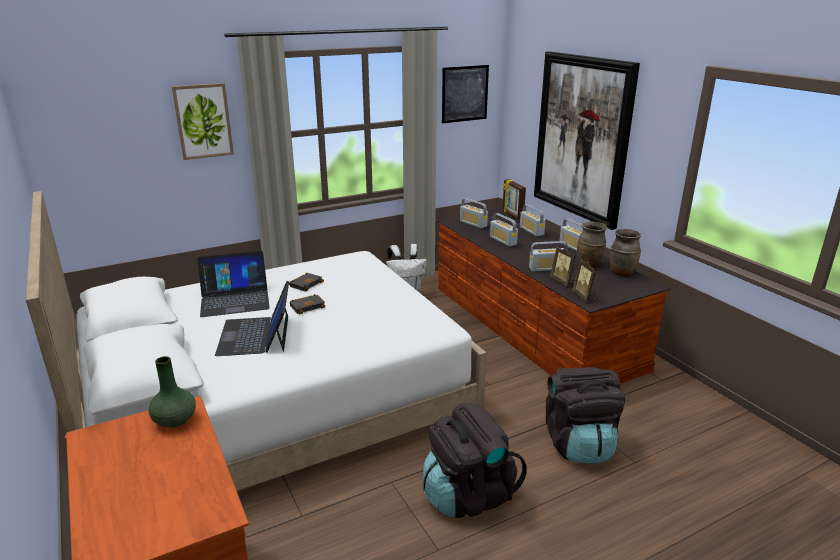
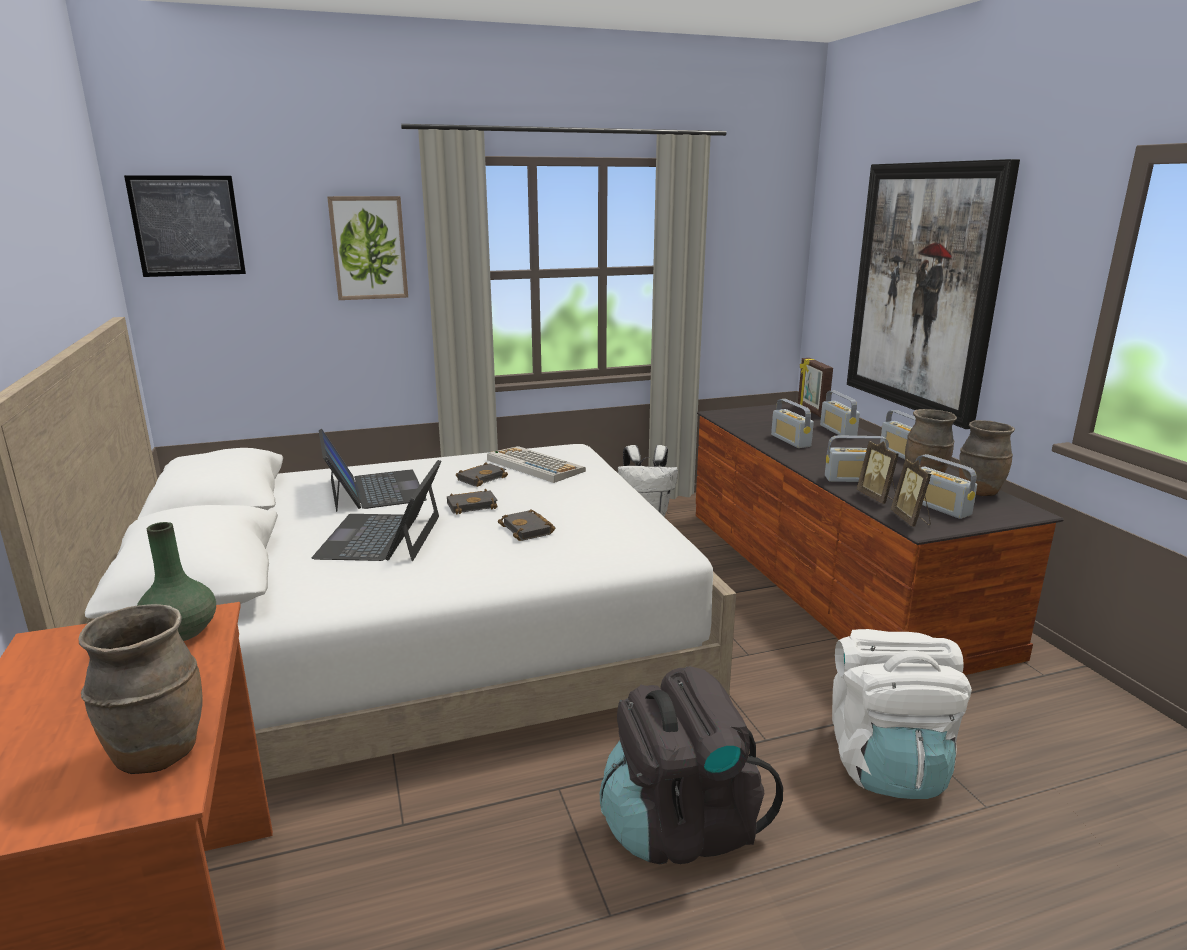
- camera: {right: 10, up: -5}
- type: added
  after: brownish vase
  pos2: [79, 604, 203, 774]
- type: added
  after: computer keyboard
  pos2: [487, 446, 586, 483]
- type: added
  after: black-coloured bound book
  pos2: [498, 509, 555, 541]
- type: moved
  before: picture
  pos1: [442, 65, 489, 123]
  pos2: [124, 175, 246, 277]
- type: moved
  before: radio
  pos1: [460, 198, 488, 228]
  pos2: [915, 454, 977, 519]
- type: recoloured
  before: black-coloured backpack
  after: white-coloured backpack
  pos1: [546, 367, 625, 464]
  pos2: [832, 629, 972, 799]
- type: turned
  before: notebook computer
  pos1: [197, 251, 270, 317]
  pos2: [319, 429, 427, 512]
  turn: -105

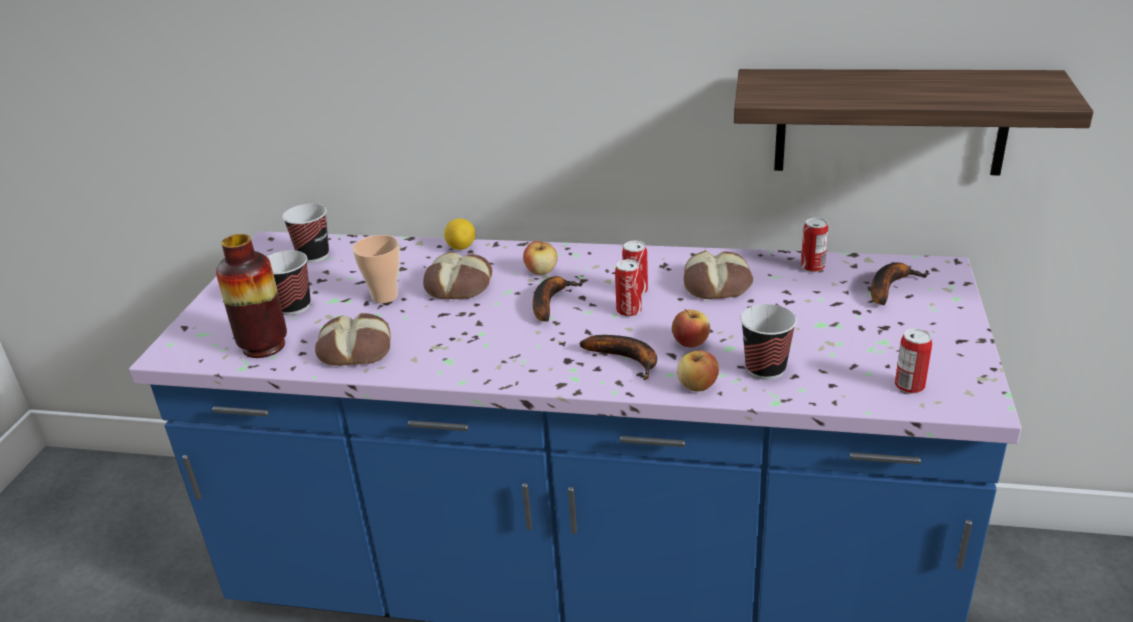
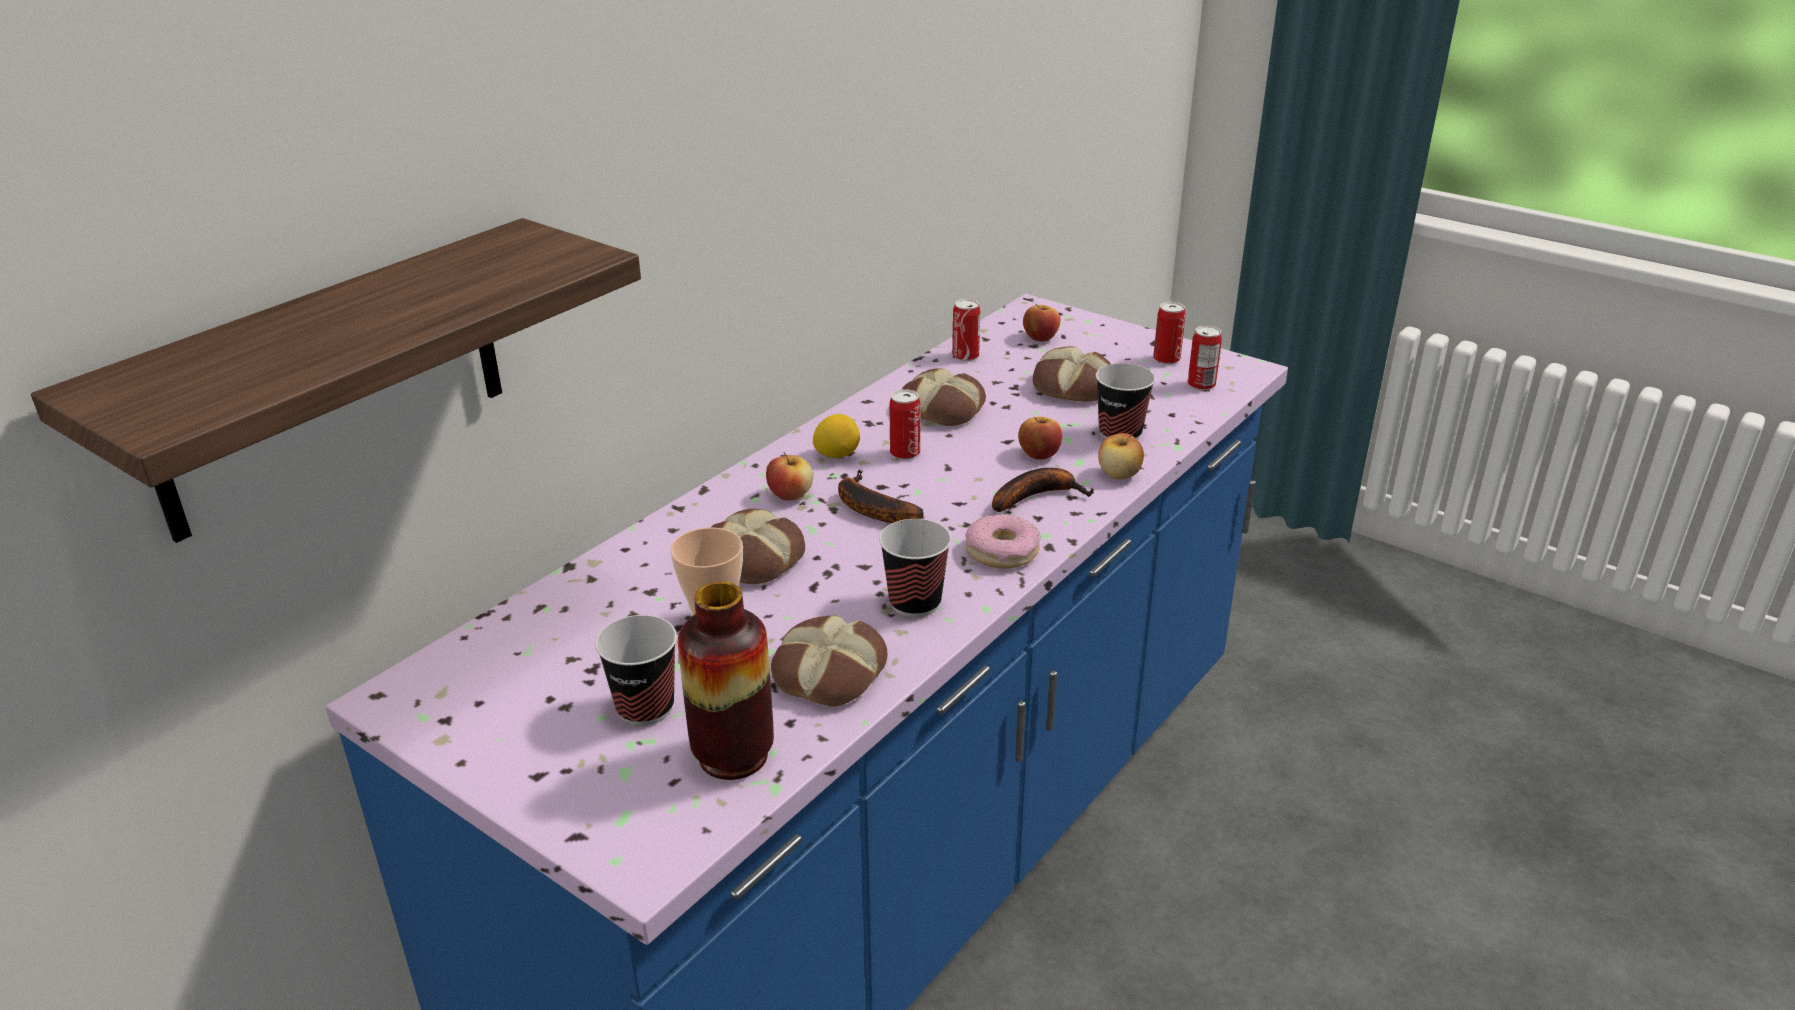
- camera: {right: -65, up: 0}
- type: added
  after: ring doughnut
  pos2: [965, 514, 1041, 568]
- type: added
  after: bread
  pos2: [1033, 346, 1111, 402]
- type: moved
  before: cup
  pos1: [282, 204, 329, 263]
  pos2: [879, 519, 951, 618]
- type: moved
  before: whole lemon
  pos1: [444, 218, 475, 250]
  pos2: [813, 414, 860, 458]
- type: moved
  before: sealed can
  pos1: [615, 259, 642, 317]
  pos2: [1153, 302, 1186, 365]
- type: moved
  before: wall shelf
  pos1: [734, 69, 1094, 175]
  pos2: [31, 218, 641, 543]
- type: replaced
  before: banana
  after: apple
  pos1: [871, 263, 930, 305]
  pos2: [1023, 304, 1061, 342]

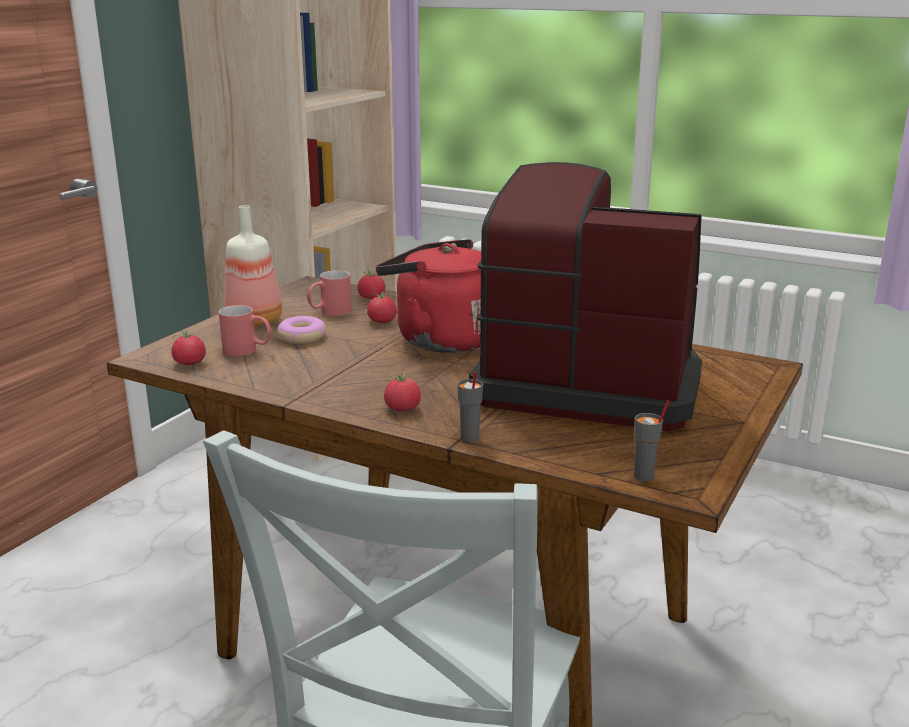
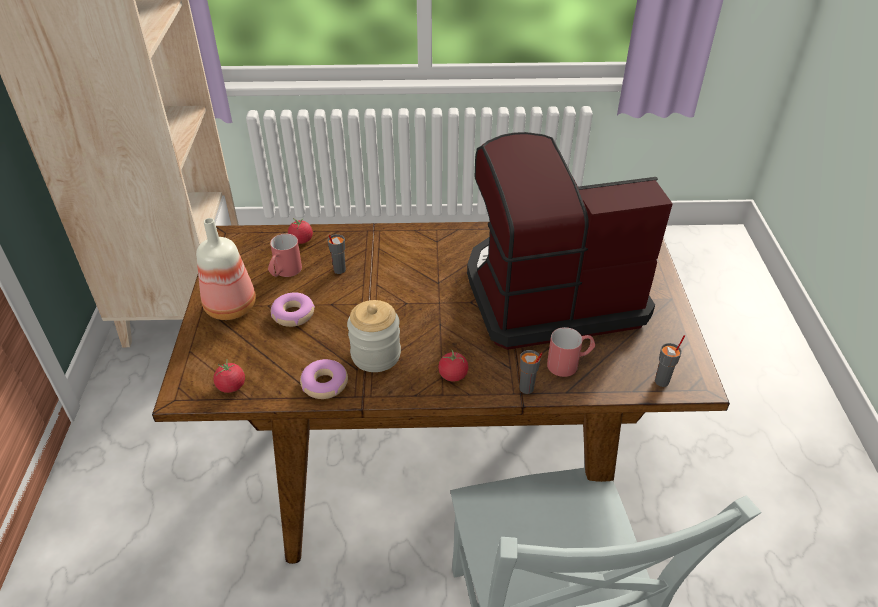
- camera: {right: -30, up: 20}
- type: removed
  before: reddish water kettle
  pos1: [376, 239, 481, 353]
- type: added
  after: ring doughnut
  pos2: [300, 359, 348, 399]
- type: added
  after: preserve jar
  pos2: [347, 300, 401, 372]
- type: moved
  before: reddish coffee mug
  pos1: [219, 305, 272, 357]
  pos2: [547, 327, 595, 377]
- type: replaced
  before: fresh tomato
  after: grey cup
  pos1: [367, 290, 397, 323]
  pos2: [328, 234, 346, 274]

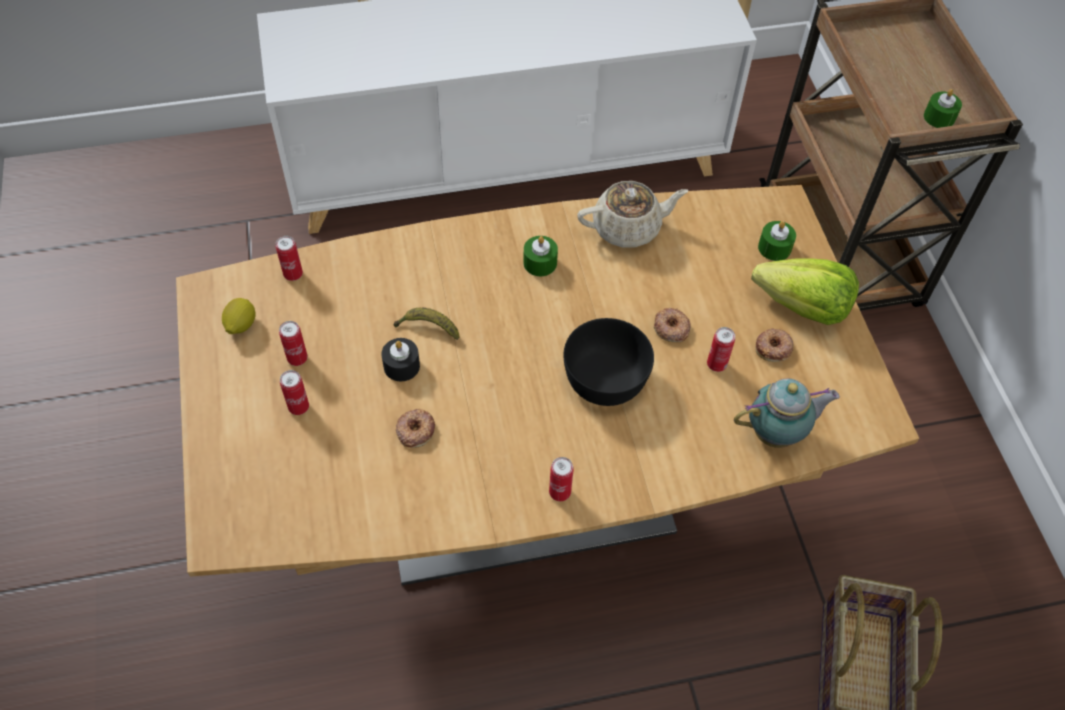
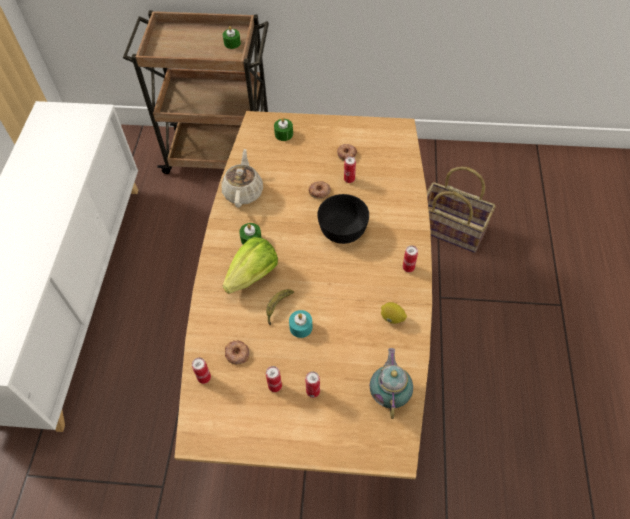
- camera: {right: -70, up: 0}
- type: moved
  before: whole lemon
  pos1: [222, 298, 256, 334]
  pos2: [381, 302, 407, 324]
- type: moved
  before: ring doughnut
  pos1: [396, 409, 435, 448]
  pos2: [225, 340, 250, 364]
- type: moved
  before: teapot
  pos1: [734, 379, 840, 448]
  pos2: [370, 348, 413, 419]
- type: moved
  before: lettuce head
  pos1: [751, 258, 859, 325]
  pos2: [222, 237, 278, 294]
- type: recoloured
  before: black-coloured wax candle
  after: turquoise wax candle
  pos1: [382, 338, 420, 382]
  pos2: [289, 310, 313, 338]

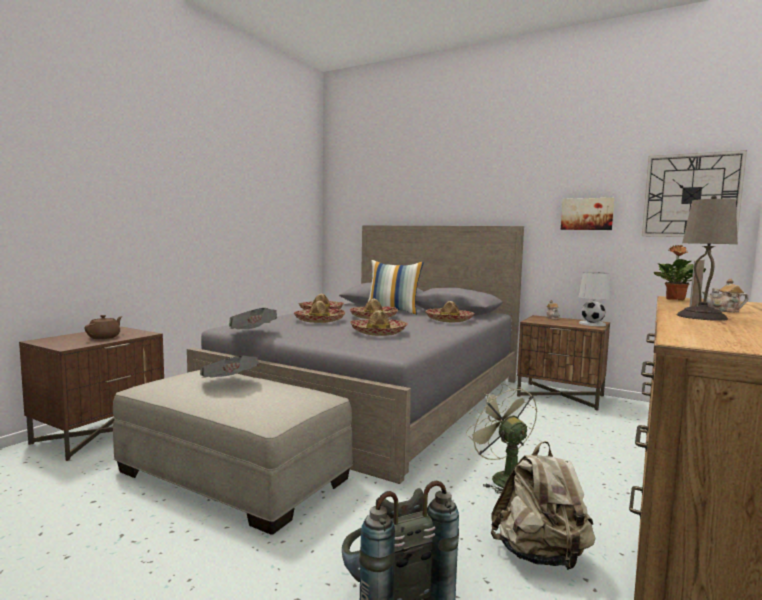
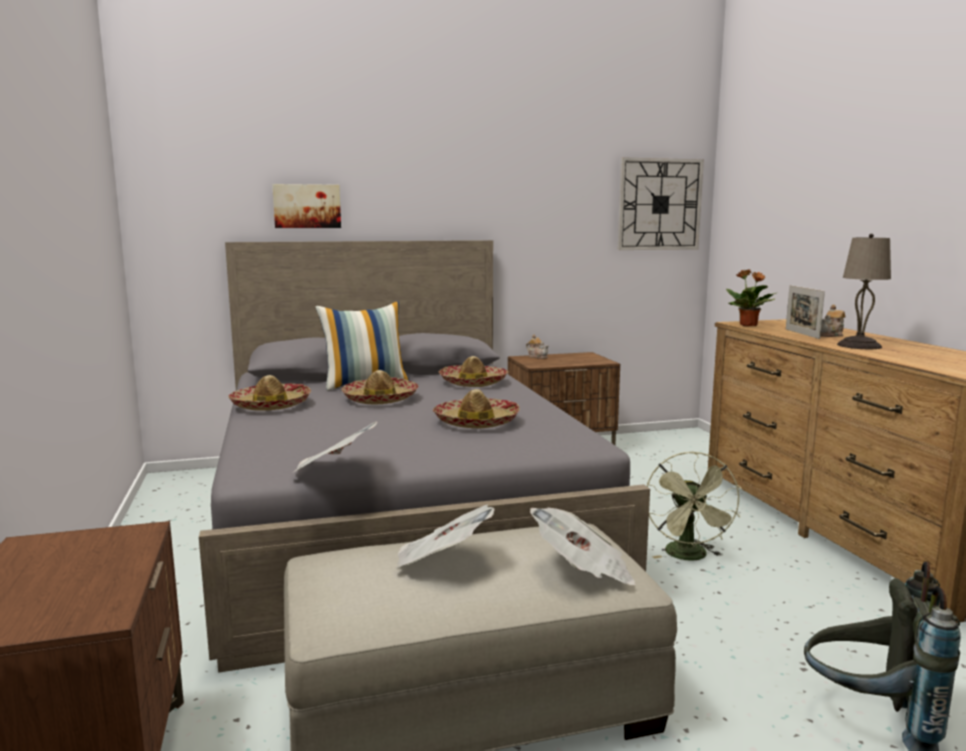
- camera: {right: -45, up: 5}
- type: removed
  before: brownish teapot
  pos1: [84, 315, 123, 339]
- type: removed
  before: clothing hat
  pos1: [294, 301, 345, 323]
- type: removed
  before: sand-coloured backpack
  pos1: [491, 441, 596, 570]
- type: removed
  before: white-coloured table lamp
  pos1: [579, 272, 611, 326]
- type: added
  after: printed paper
  pos2: [530, 508, 636, 585]
- type: moved
  before: picture
  pos1: [561, 198, 614, 230]
  pos2: [272, 184, 341, 228]
- type: turned
  before: green-coloured cooling fan
  pos1: [466, 384, 537, 494]
  pos2: [647, 452, 742, 561]
  turn: -105

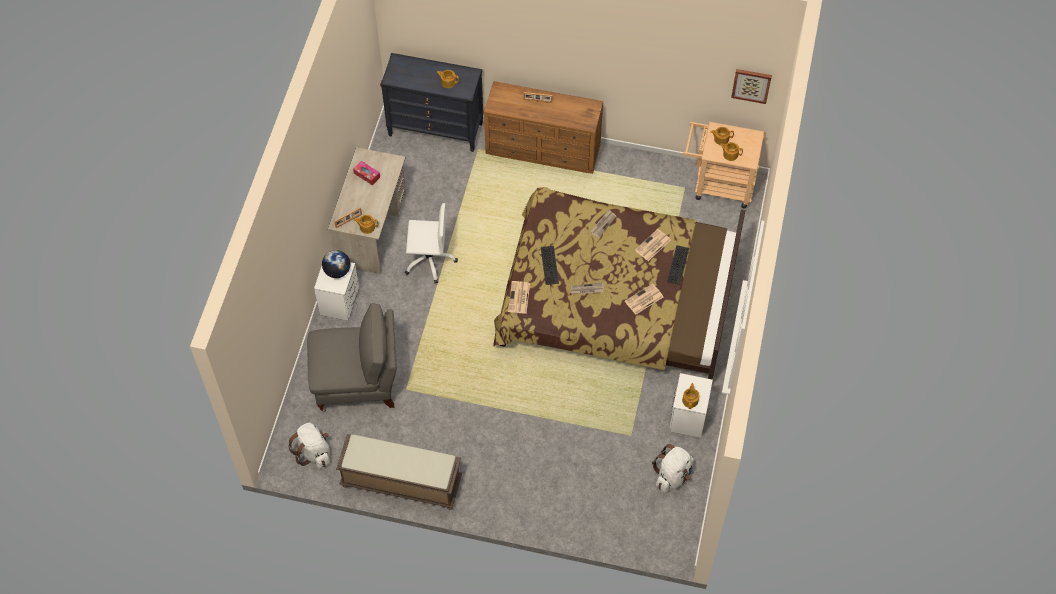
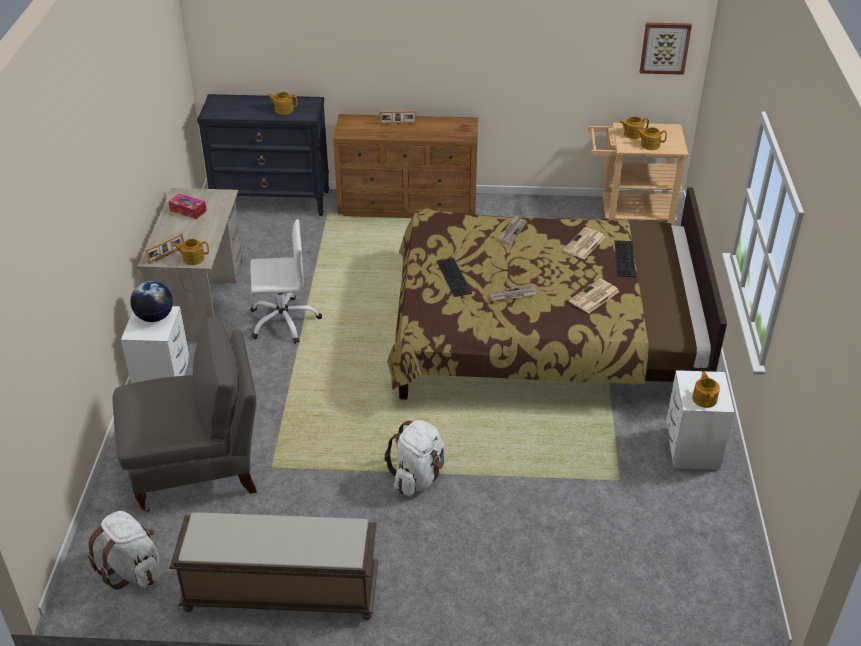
- camera: {right: -10, up: -20}
- type: removed
  before: printed paper
  pos1: [508, 281, 530, 314]
- type: moved
  before: white-coloured backpack
  pos1: [652, 444, 694, 492]
  pos2: [385, 420, 445, 496]

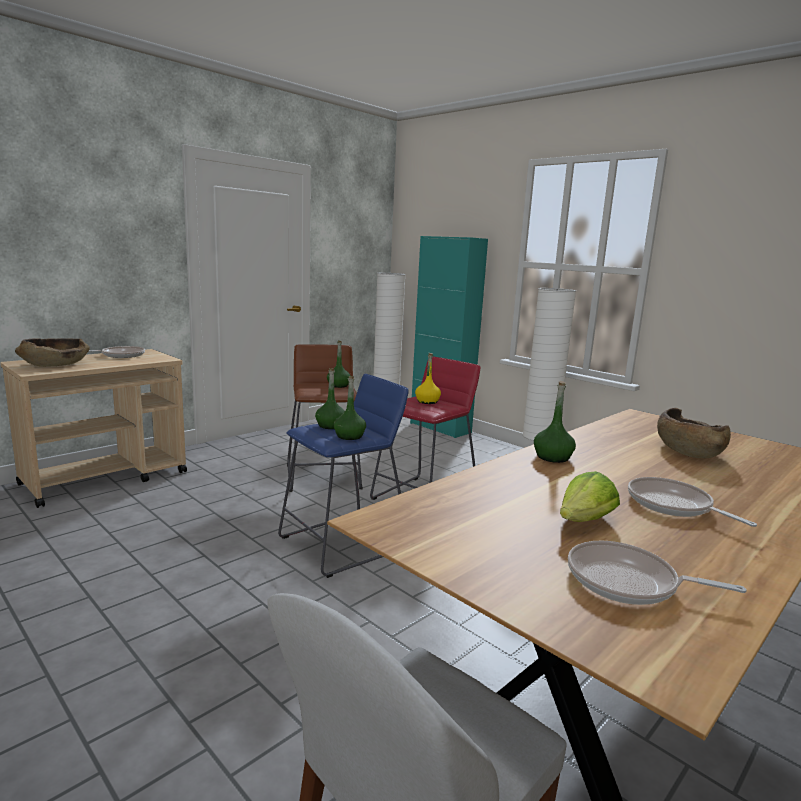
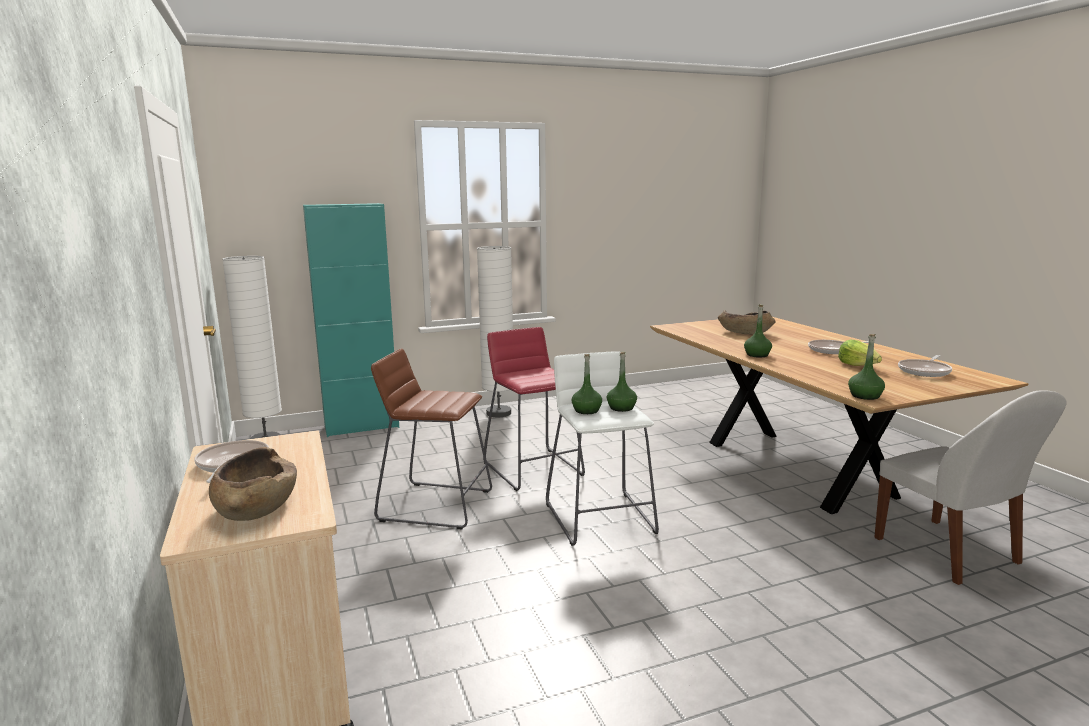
- camera: {right: -65, up: 0}
- type: removed
  before: yellow-coloured beverage bottle
  pos1: [415, 353, 441, 404]
- type: moved
  before: green-coloured beverage bottle
  pos1: [327, 341, 351, 388]
  pos2: [848, 334, 885, 400]
- type: recoloured
  before: blue-coloured sitting stool
  after: white-coloured sitting stool
  pos1: [278, 374, 408, 578]
  pos2: [546, 351, 659, 546]

